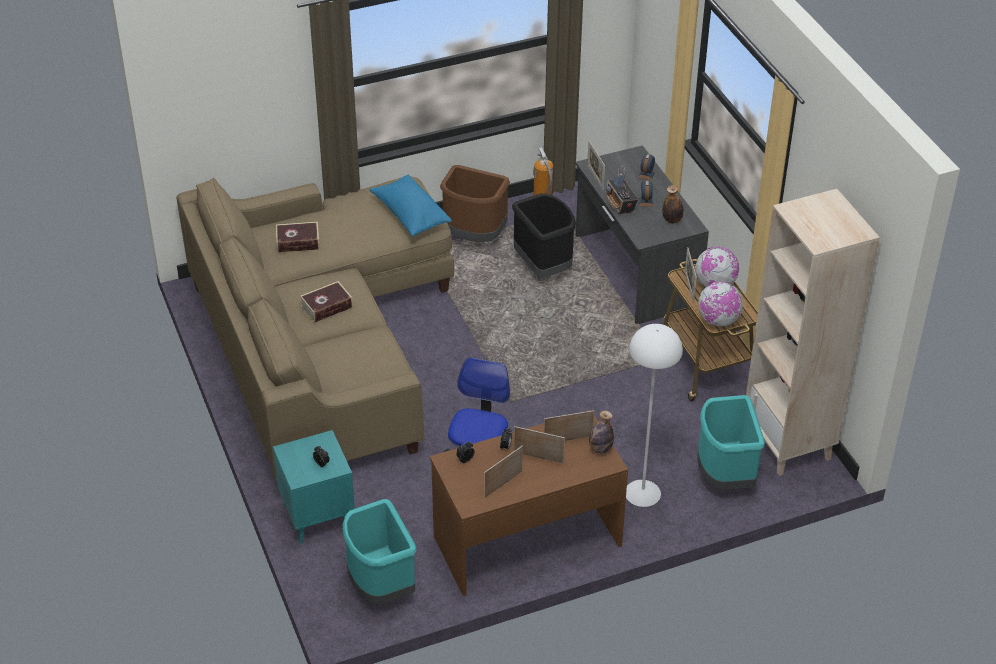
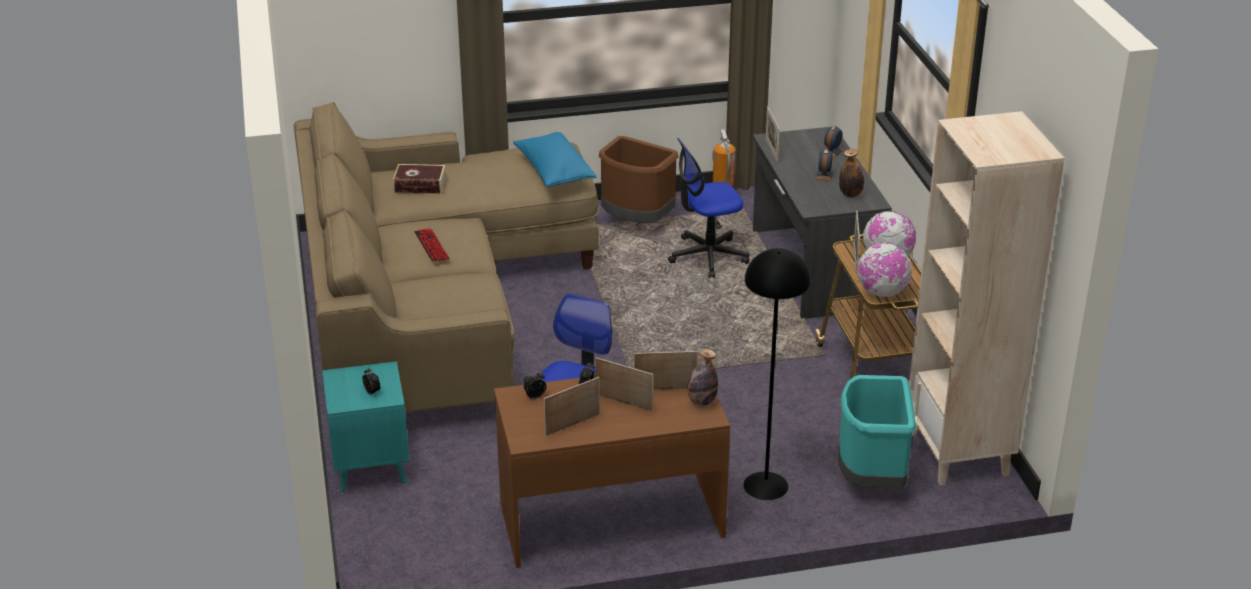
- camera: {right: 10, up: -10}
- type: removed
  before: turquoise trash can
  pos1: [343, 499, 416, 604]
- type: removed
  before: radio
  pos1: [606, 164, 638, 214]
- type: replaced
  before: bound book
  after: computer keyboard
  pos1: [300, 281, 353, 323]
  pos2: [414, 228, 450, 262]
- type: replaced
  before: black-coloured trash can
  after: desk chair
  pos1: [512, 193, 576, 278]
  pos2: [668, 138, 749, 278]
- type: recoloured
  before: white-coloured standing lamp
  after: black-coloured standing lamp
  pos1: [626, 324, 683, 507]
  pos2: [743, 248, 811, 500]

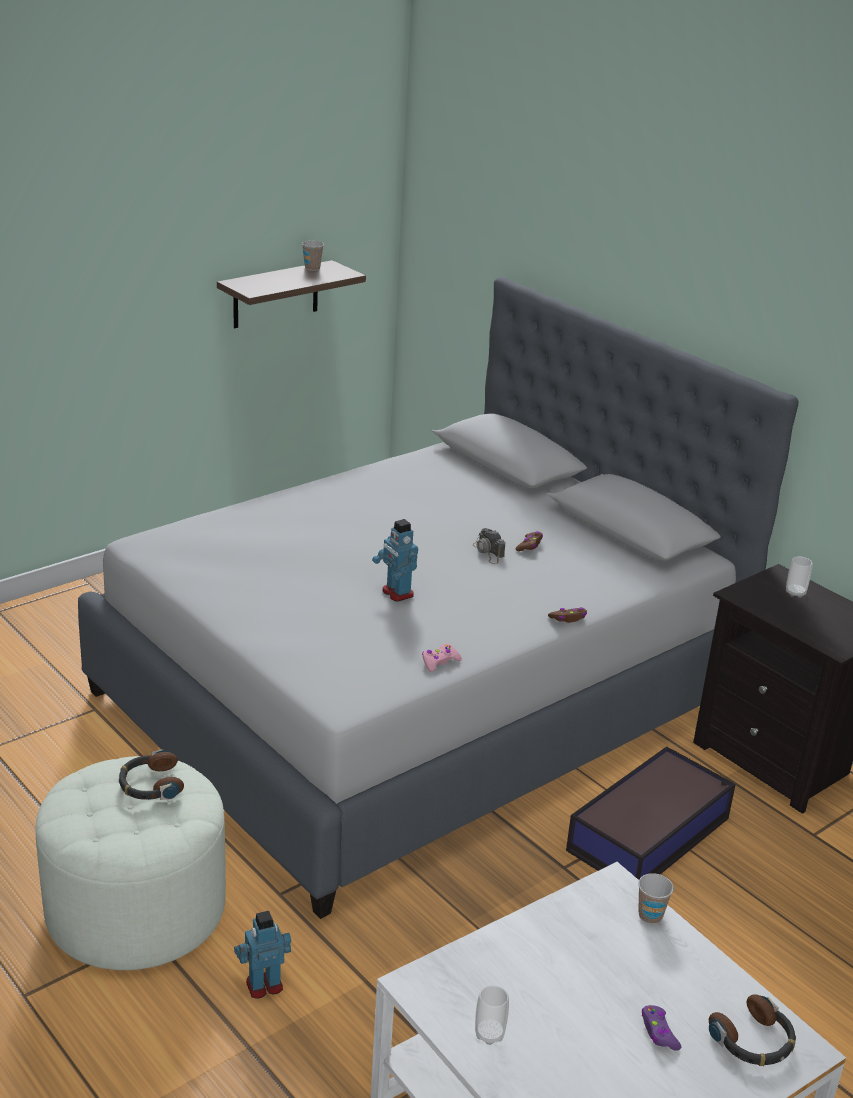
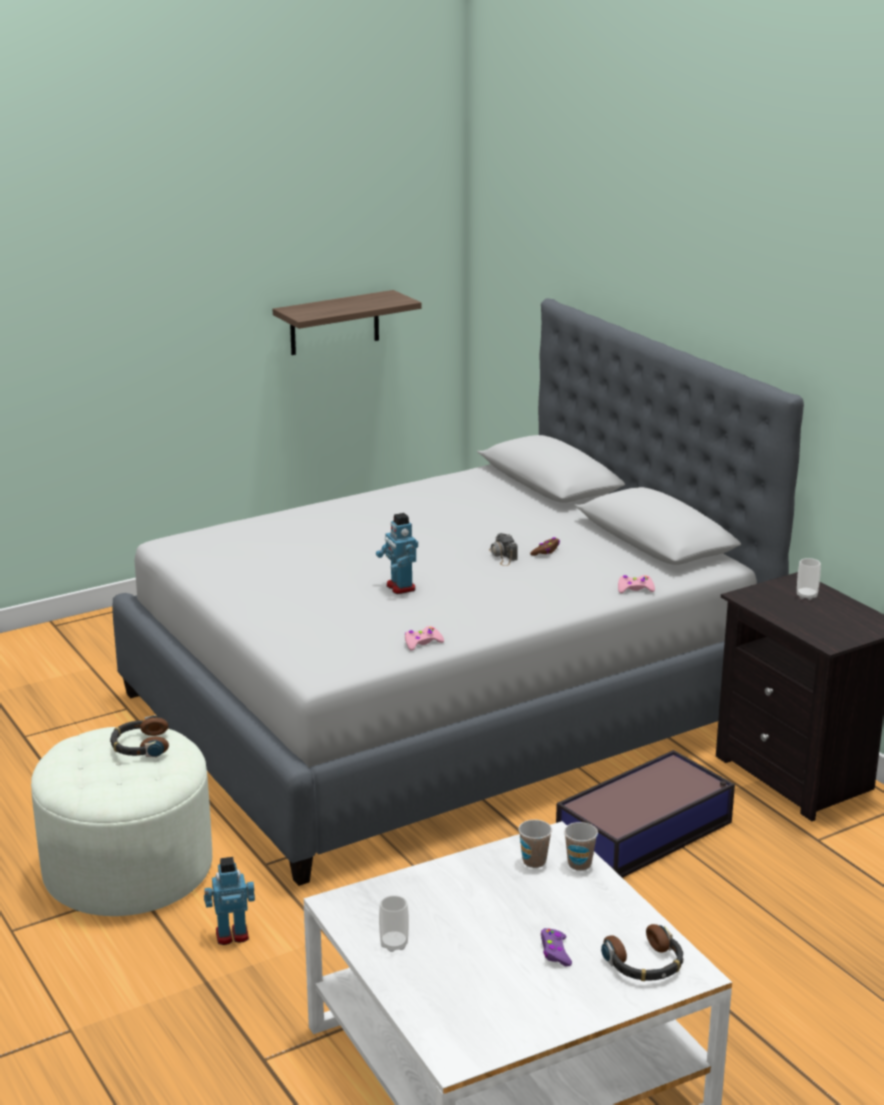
- camera: {right: 10, up: -5}
- type: removed
  before: brownish joypad
  pos1: [548, 607, 587, 623]
- type: added
  after: pink-coloured joypad
  pos2: [618, 575, 655, 593]
- type: moved
  before: cup
  pos1: [302, 241, 324, 271]
  pos2: [518, 820, 552, 868]

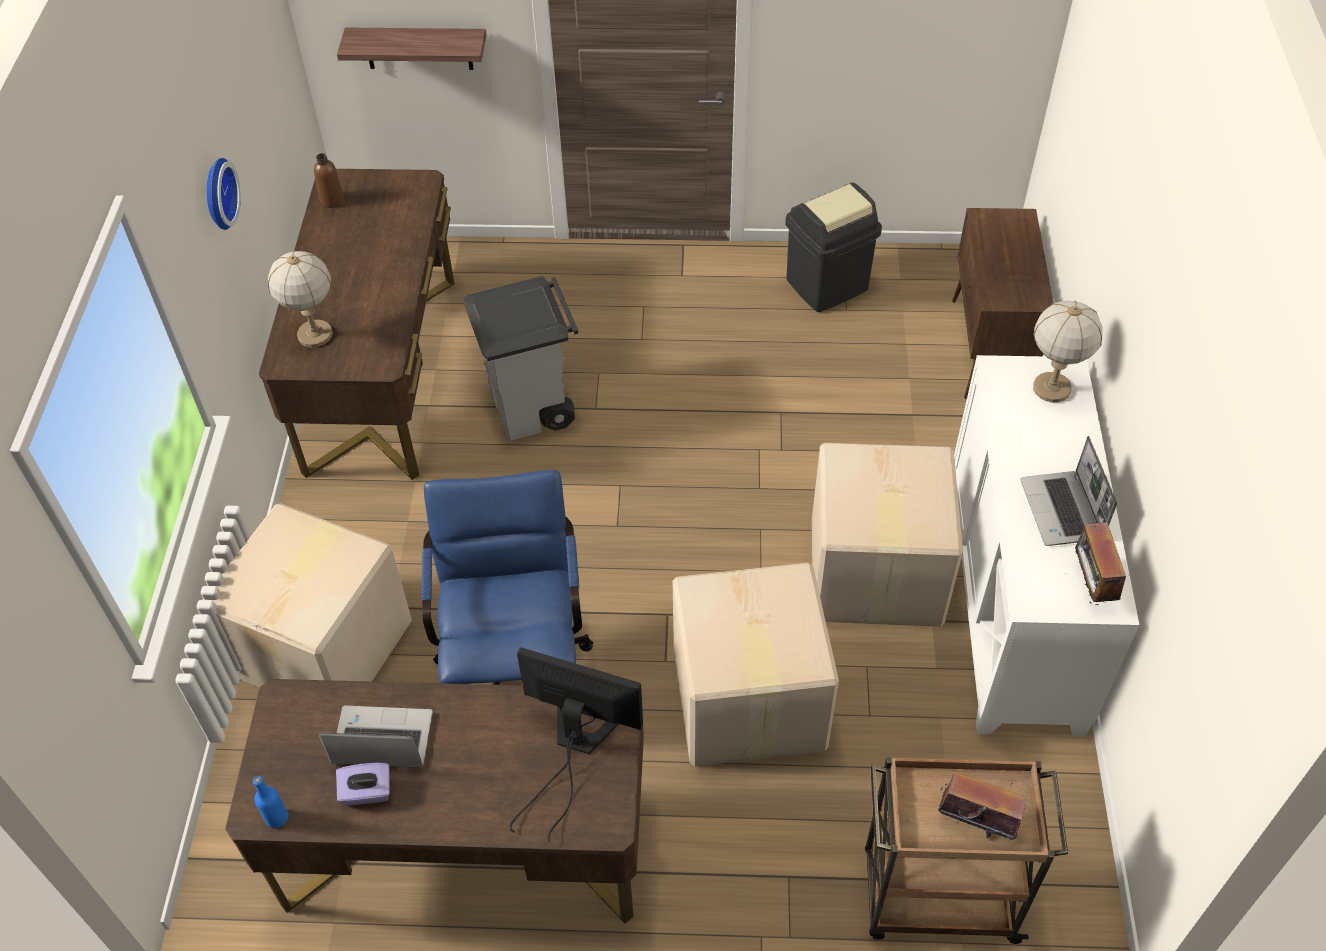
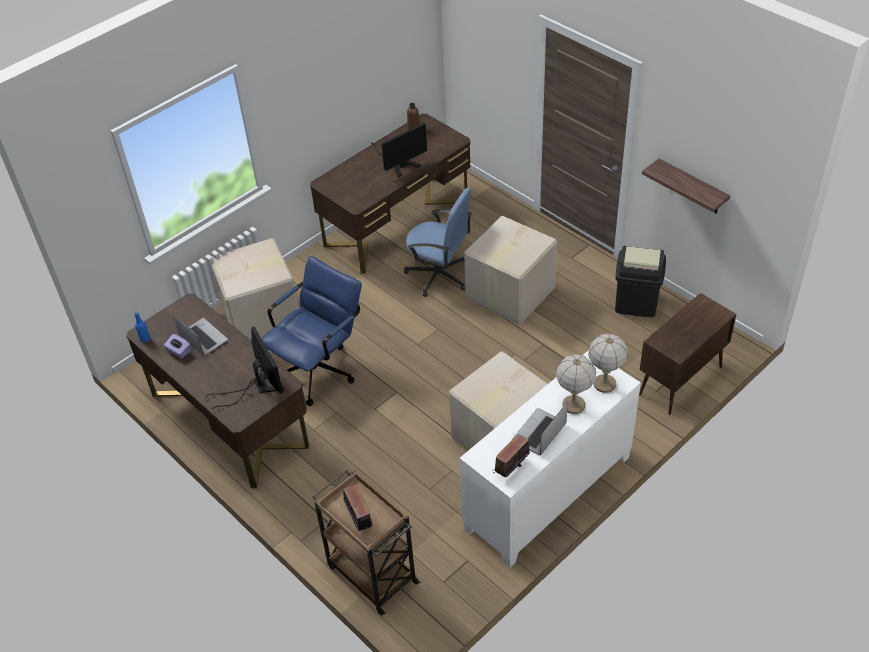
- camera: {right: 45, up: -5}
- type: removed
  before: clock on the wall
  pos1: [207, 158, 241, 230]
- type: added
  after: monitor
  pos2: [370, 123, 427, 177]
- type: moved
  before: table lamp
  pos1: [268, 251, 333, 348]
  pos2: [556, 355, 596, 414]
- type: moved
  before: wall shelf
  pos1: [337, 28, 487, 70]
  pos2: [642, 159, 730, 214]
- type: moved
  before: carton
  pos1: [673, 563, 839, 767]
  pos2: [464, 216, 557, 325]
- type: replaced
  before: grey trash can
  after: blue-coloured desk chair
  pos1: [464, 276, 578, 441]
  pos2: [404, 188, 472, 297]

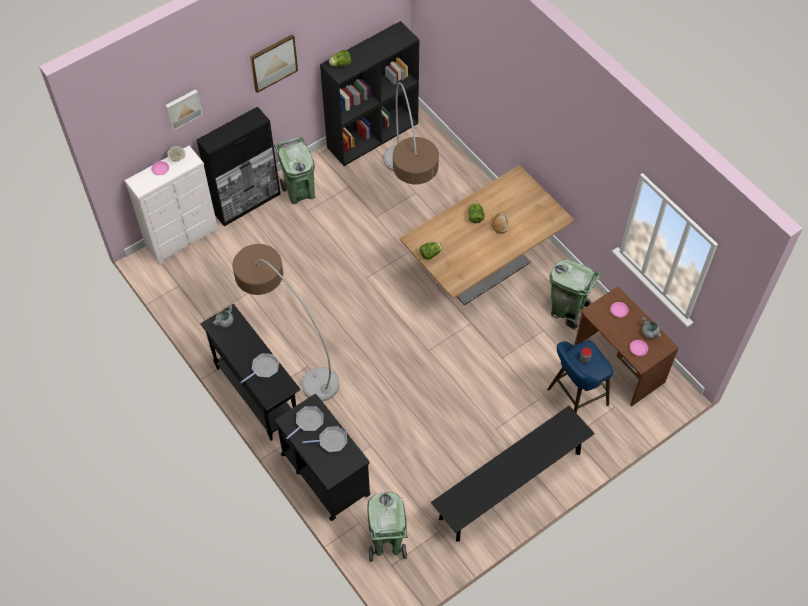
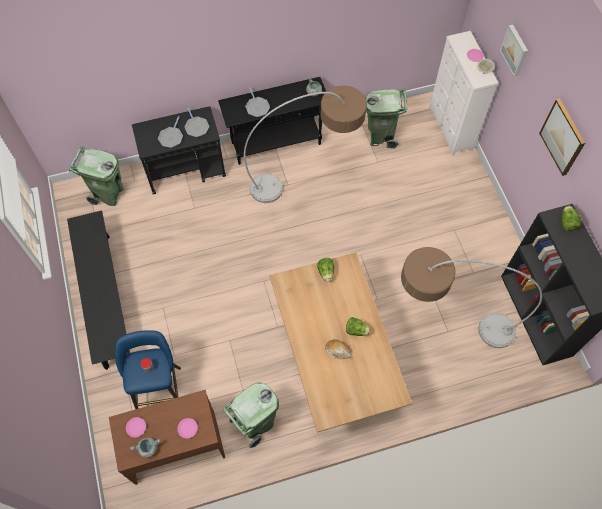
- camera: {right: 110, up: 5}
- type: removed
  before: black-coloured cabinet
  pos1: [197, 107, 280, 226]
- type: moved
  before: green-coloured trash can
  pos1: [274, 137, 315, 204]
  pos2: [365, 88, 407, 149]

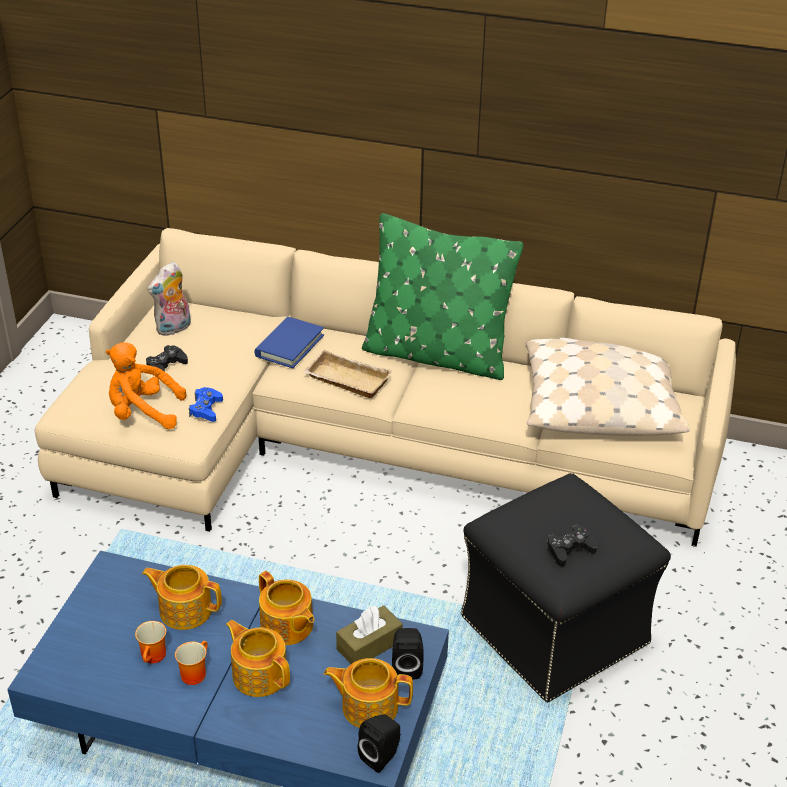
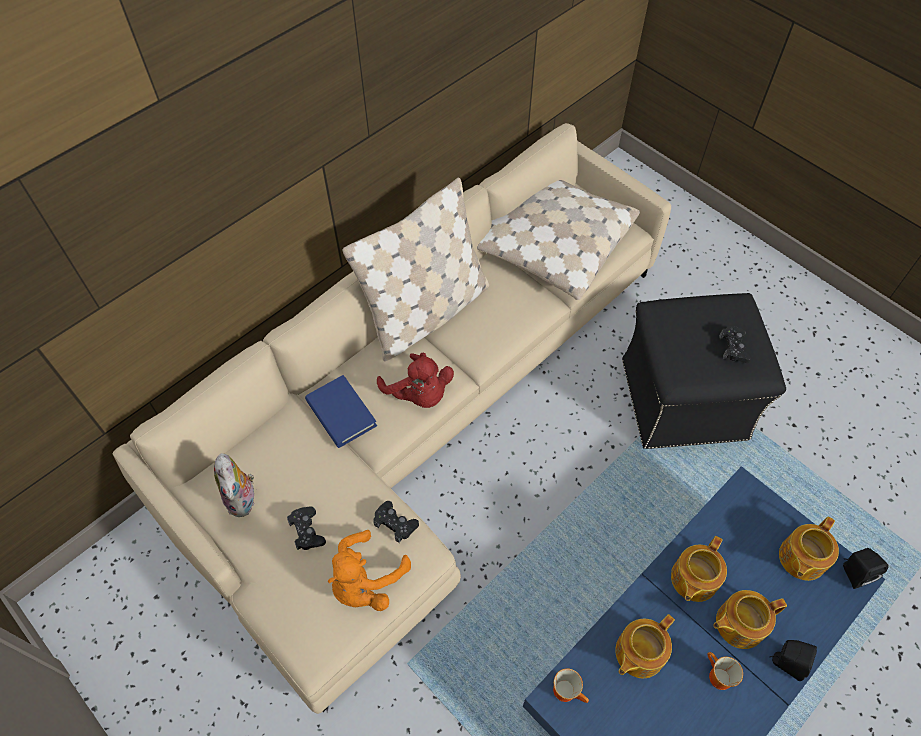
- camera: {right: -60, up: 20}
- type: removed
  before: brownish tissue holder
  pos1: [336, 605, 403, 664]
- type: moved
  before: coffee mug
  pos1: [135, 621, 166, 663]
  pos2: [553, 668, 589, 703]
- type: moved
  before: black-coloured audio speaker
  pos1: [392, 628, 424, 679]
  pos2: [770, 640, 817, 681]
- type: replaced
  before: sand-coloured serving tray
  after: reddish plush toy
  pos1: [303, 350, 393, 398]
  pos2: [377, 352, 454, 408]
- type: recoloured
  before: blue-coloured joypad
  after: black-coloured joypad
  pos1: [189, 387, 223, 422]
  pos2: [373, 501, 419, 543]
- type: recoloured
  before: green-coloured pillow
  after: sand-coloured pillow
  pos1: [362, 213, 524, 380]
  pos2: [343, 178, 489, 361]
- type: turned
  before: teapot
  pos1: [259, 571, 314, 645]
  pos2: [671, 536, 727, 602]
  turn: 135

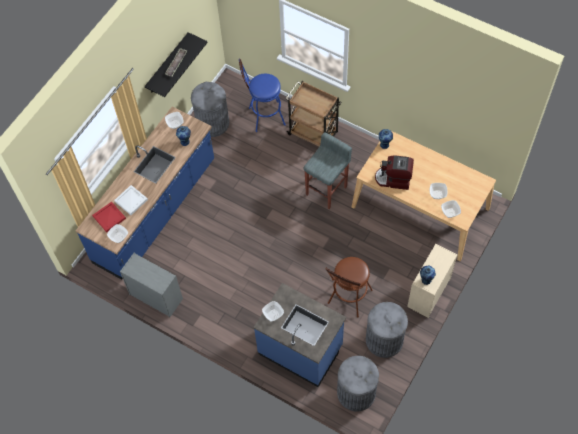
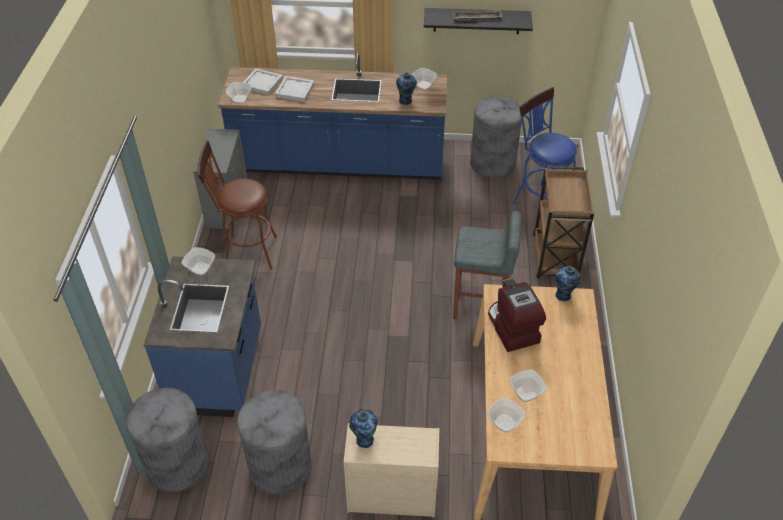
- camera: {right: 60, up: -15}
- type: moved
  before: brownish sitting stool
  pos1: [325, 257, 373, 317]
  pos2: [197, 140, 277, 270]
- type: recoloured
  before: reddish serving tray
  after: white-coloured serving tray
  pos1: [92, 202, 126, 232]
  pos2: [243, 69, 283, 95]

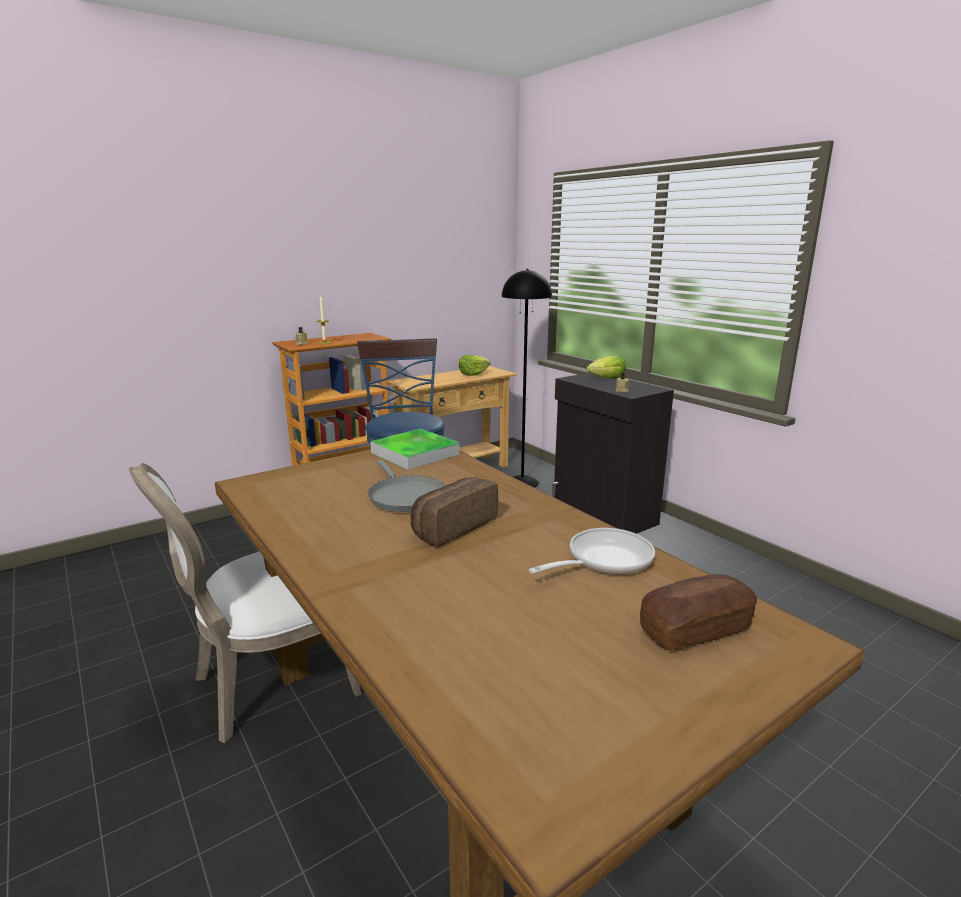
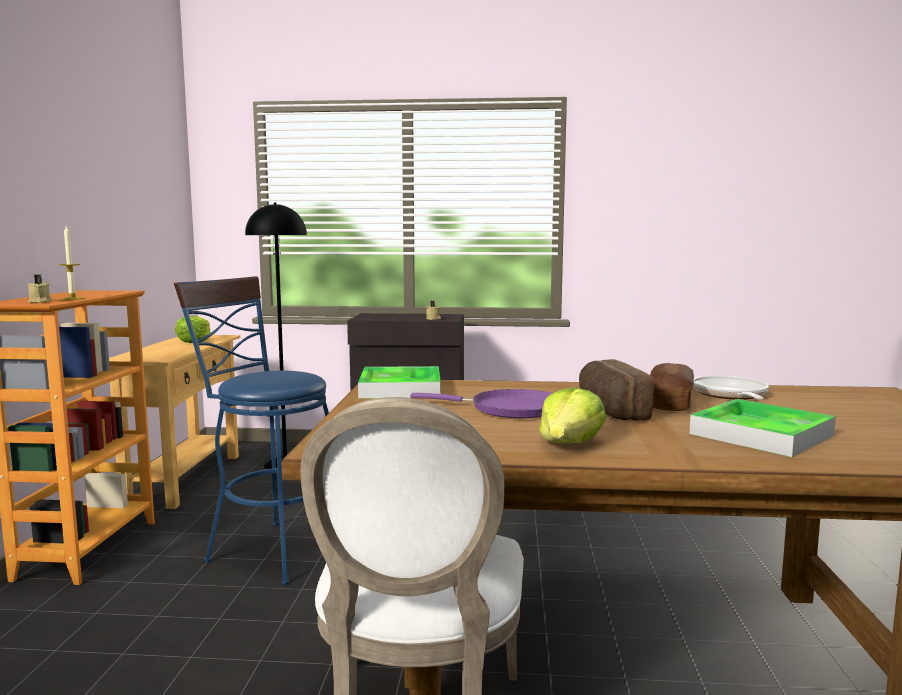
- camera: {right: -50, up: -10}
- type: added
  after: serving tray
  pos2: [689, 399, 836, 457]
- type: moved
  before: lettuce head
  pos1: [587, 355, 626, 379]
  pos2: [539, 387, 606, 443]
- type: moved
  before: bread
  pos1: [640, 574, 757, 650]
  pos2: [650, 363, 694, 411]
- type: recoloured
  before: grey pan
  after: purple-coloured pan
  pos1: [368, 460, 445, 512]
  pos2: [410, 389, 553, 418]

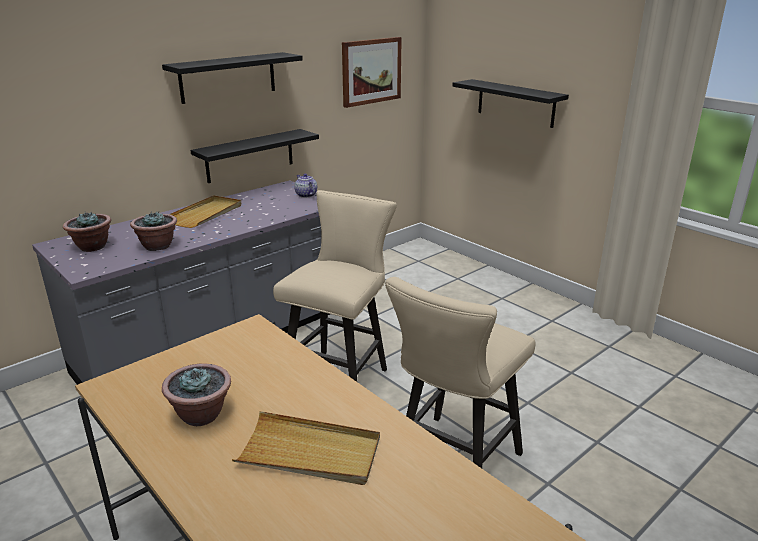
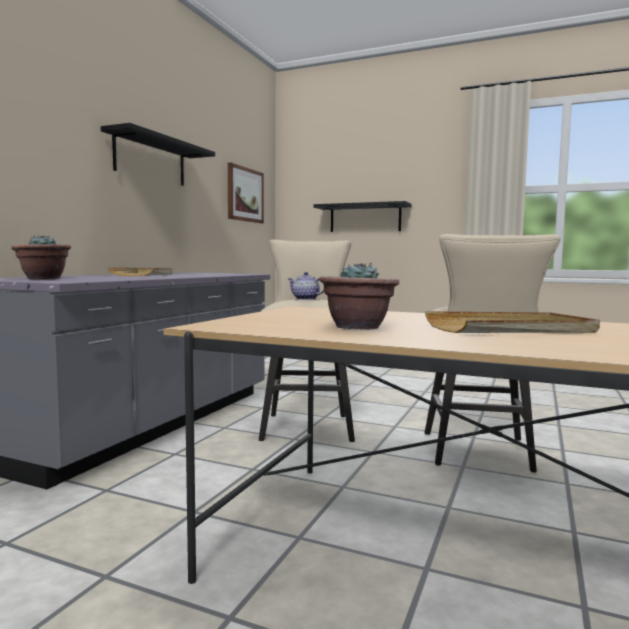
- camera: {right: -25, up: -20}
- type: removed
  before: houseplant
  pos1: [130, 211, 177, 251]
- type: removed
  before: black-coloured wall shelf
  pos1: [190, 129, 319, 183]
- type: moved
  before: teapot
  pos1: [294, 174, 317, 198]
  pos2: [288, 272, 324, 300]

